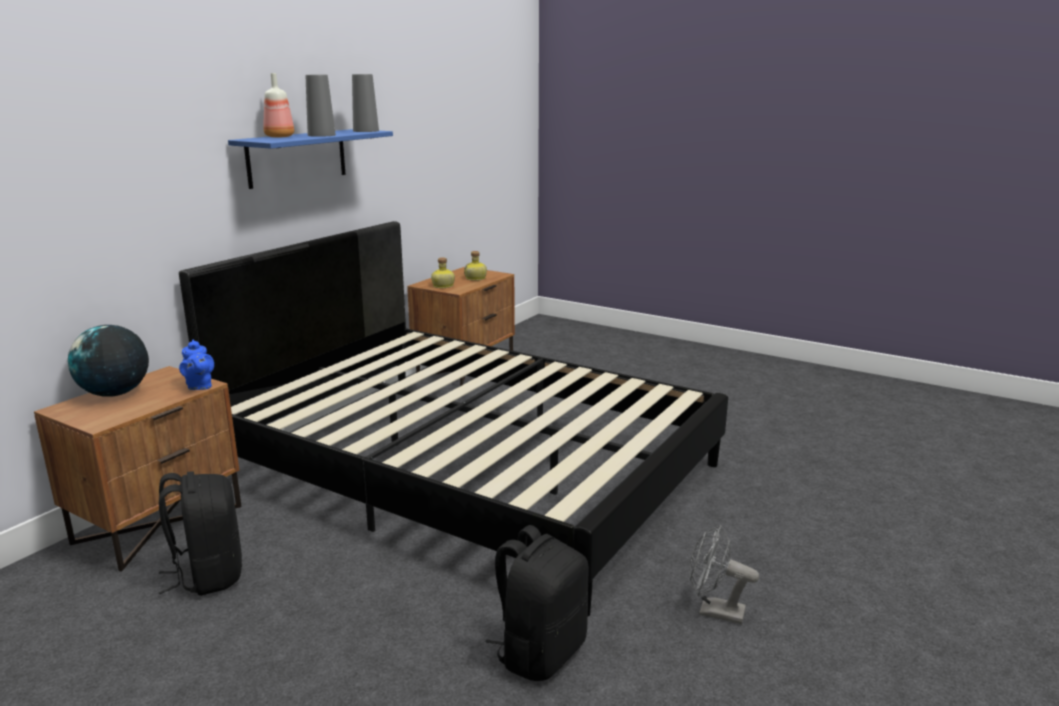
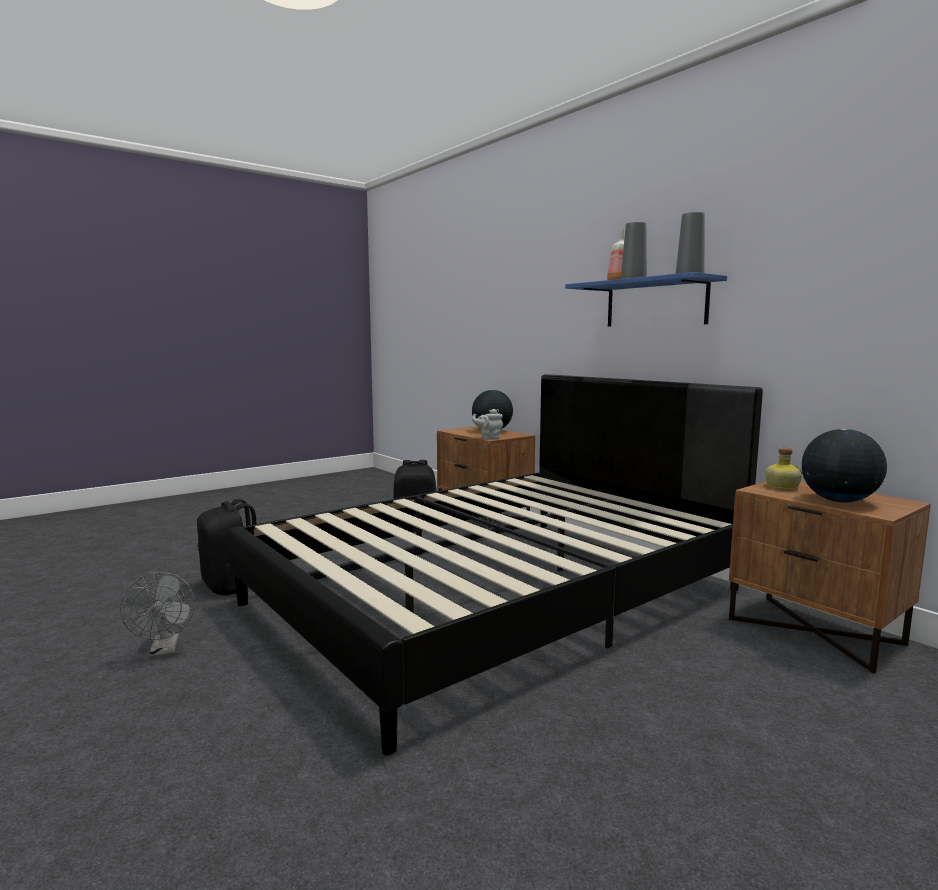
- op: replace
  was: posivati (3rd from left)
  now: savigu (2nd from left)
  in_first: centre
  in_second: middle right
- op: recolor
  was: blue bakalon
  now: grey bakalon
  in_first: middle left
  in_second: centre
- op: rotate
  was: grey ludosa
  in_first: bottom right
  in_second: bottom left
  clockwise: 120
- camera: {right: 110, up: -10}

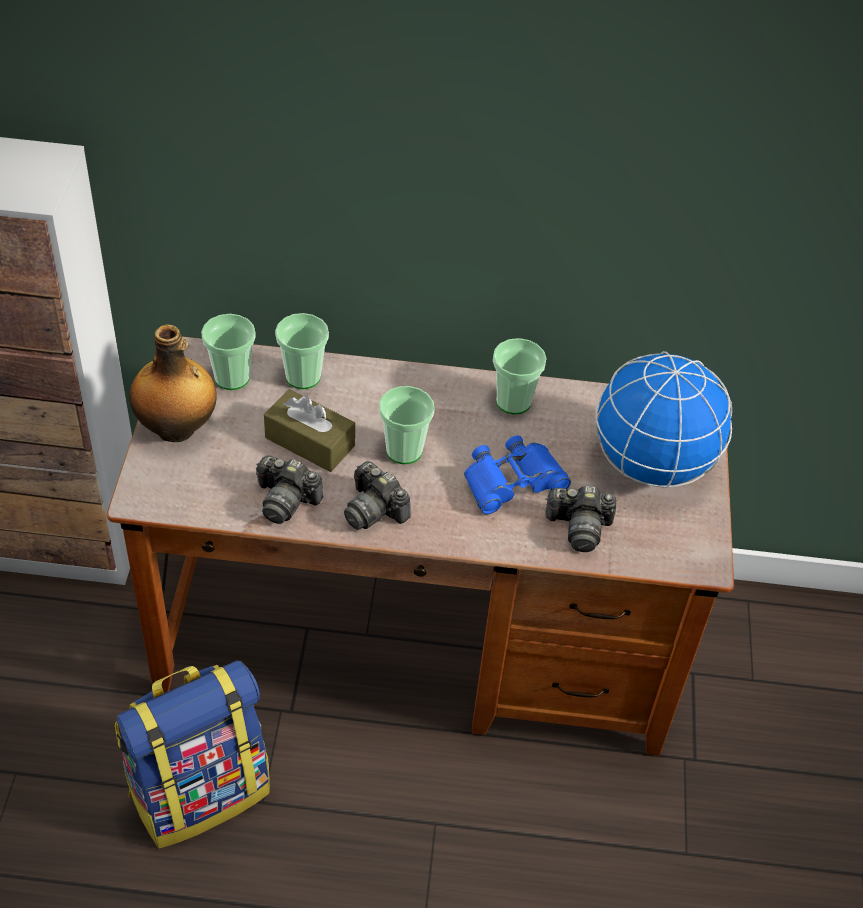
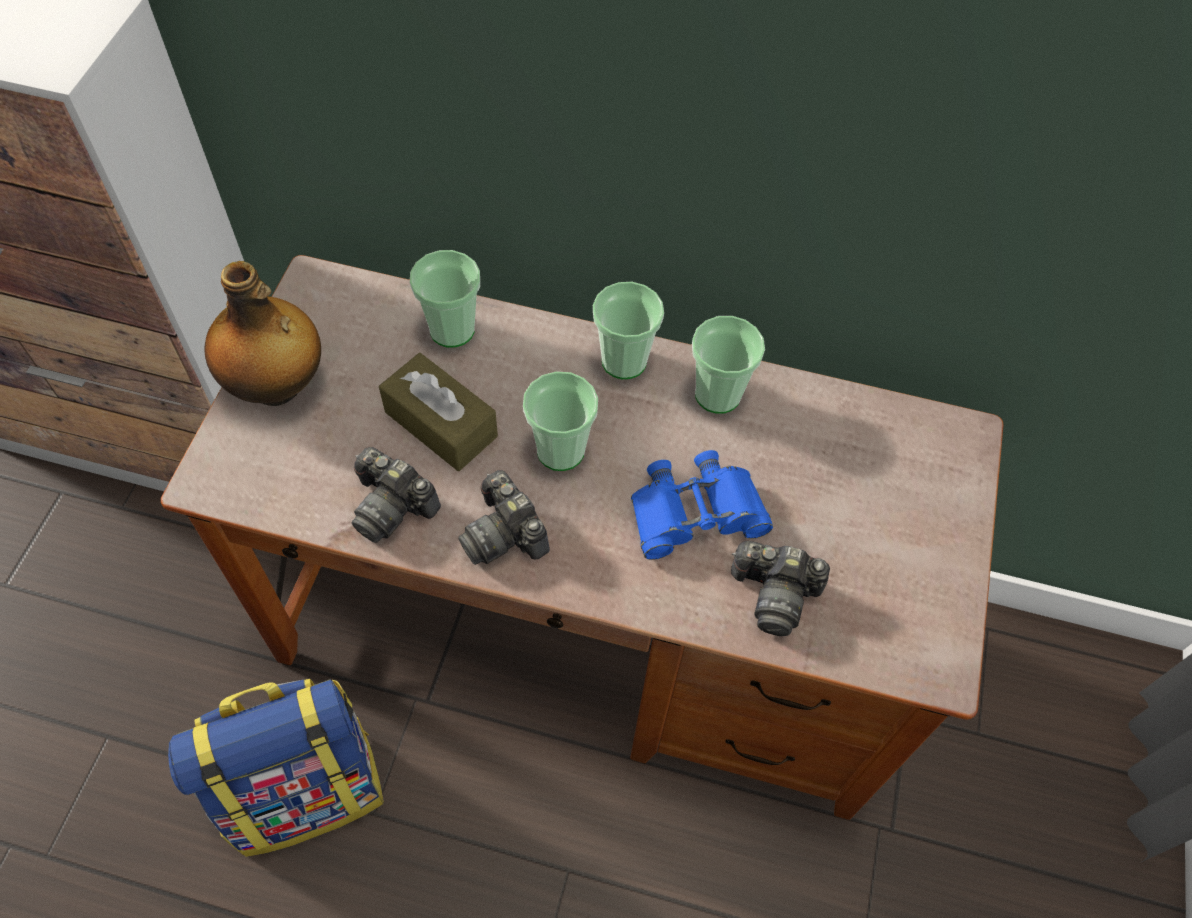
- op: move
  was: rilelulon (1st from left in the first image)
  now: rilelulon (3rd from left)
  in_first: middle left
  in_second: centre
- op: delete
  was: savigu
  in_first: middle right
- camera: {right: 10, up: 10}

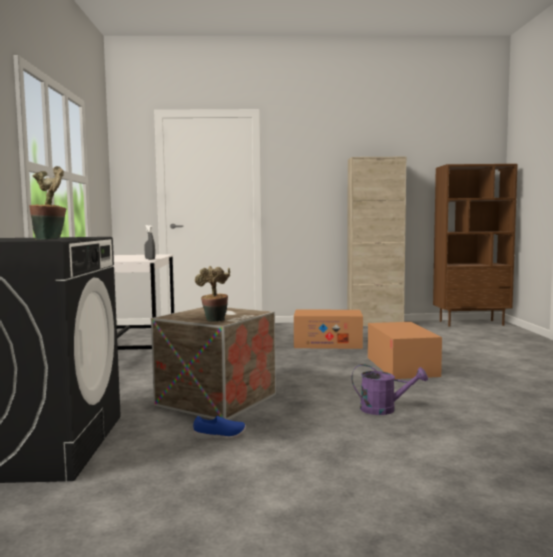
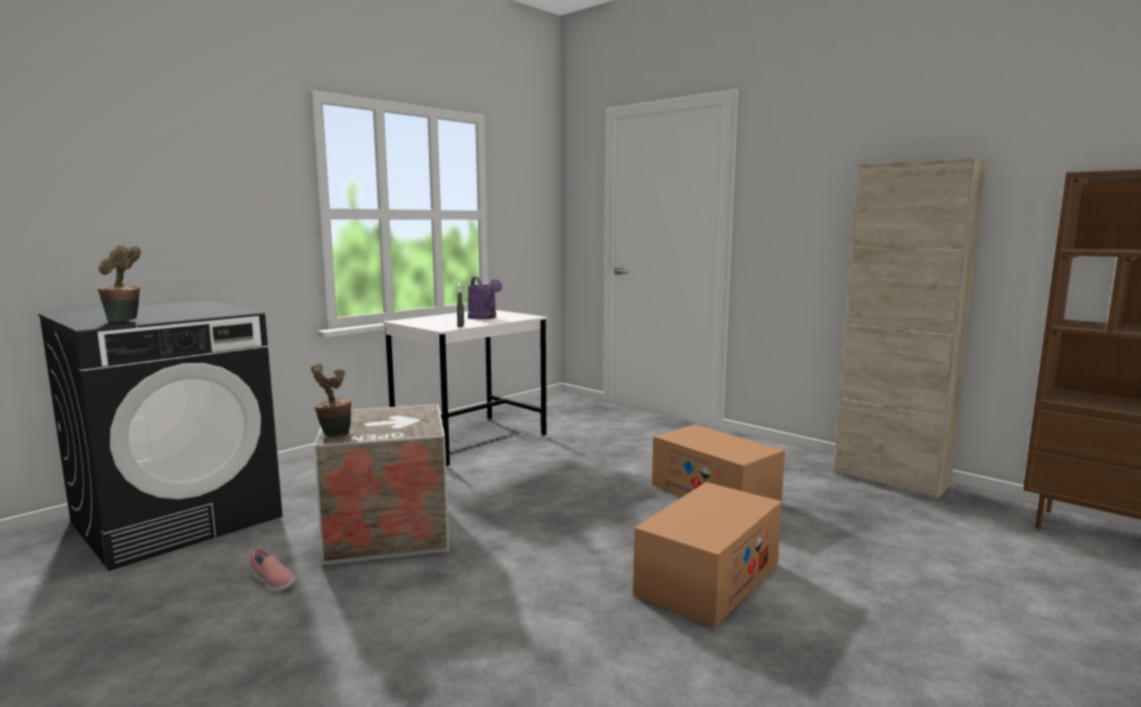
- op: move
  was: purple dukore
  in_first: bottom right
  in_second: centre
- op: recolor
  was: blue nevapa
  now: pink nevapa
  in_first: bottom centre
  in_second: bottom left
- camera: {right: 45, up: 5}

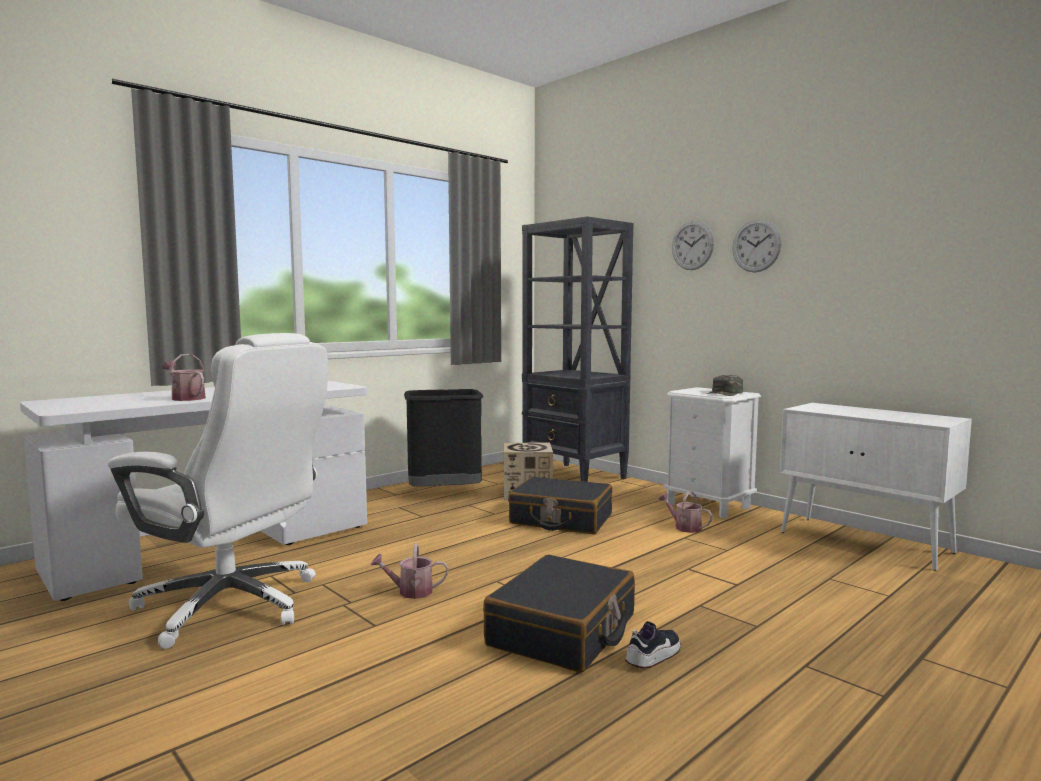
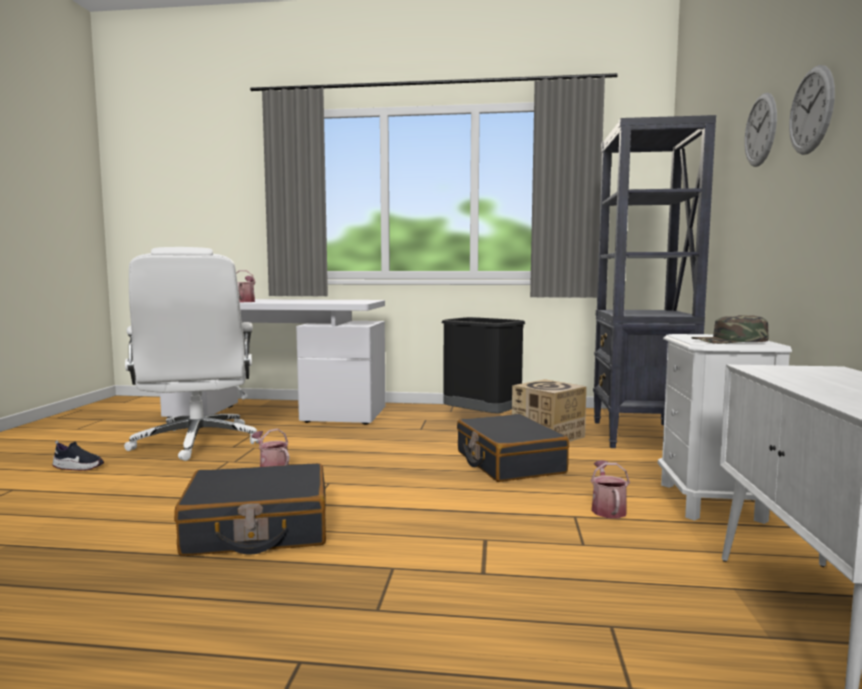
- op: move
  was: nevapa
  in_first: bottom centre
  in_second: middle left
- camera: {right: 50, up: 0}

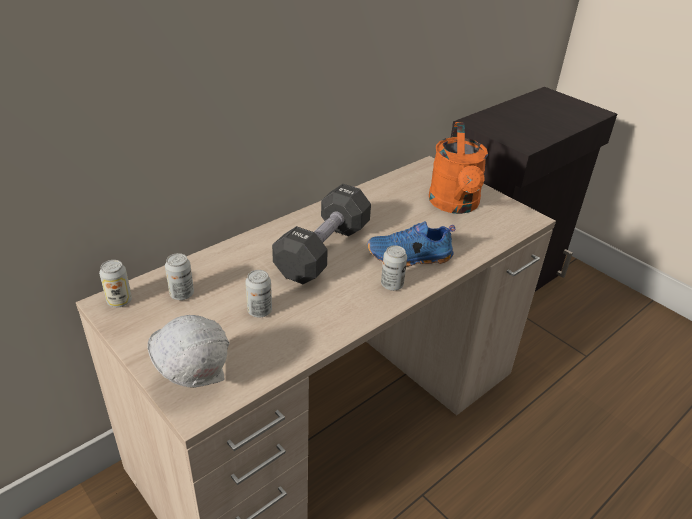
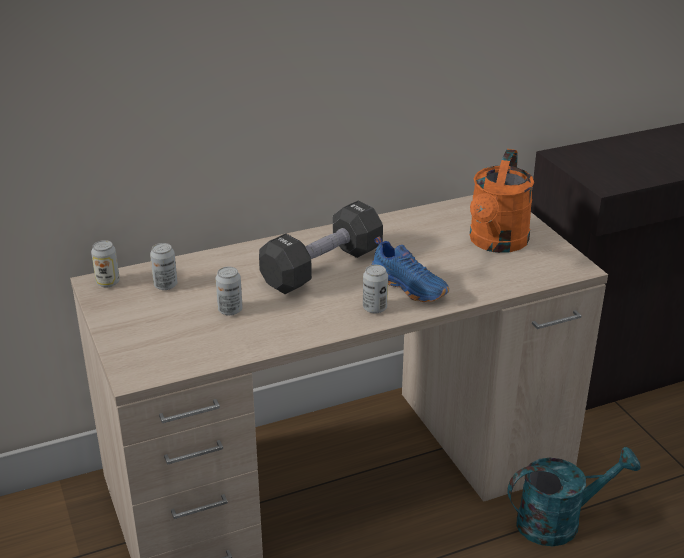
- op: rotate
  was: blue nevapa
  in_first: centre
  in_second: centre
  clockwise: -150
- op: delete
  was: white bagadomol
  in_first: bottom left
- op: insert
  now: turquoise dukore
  in_second: bottom right
- camera: {right: 20, up: -5}

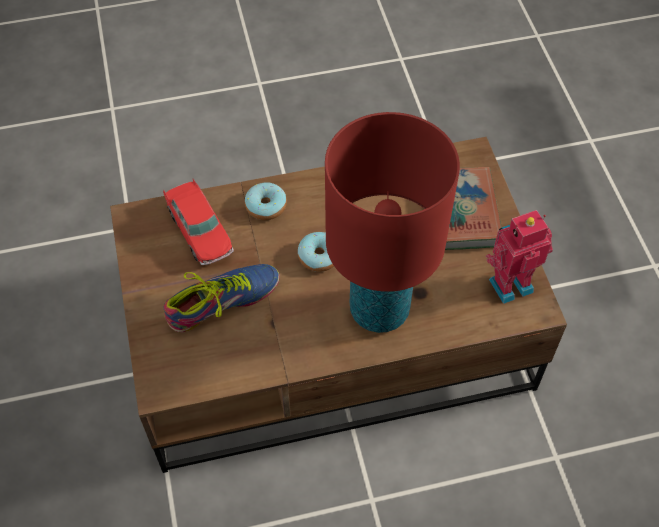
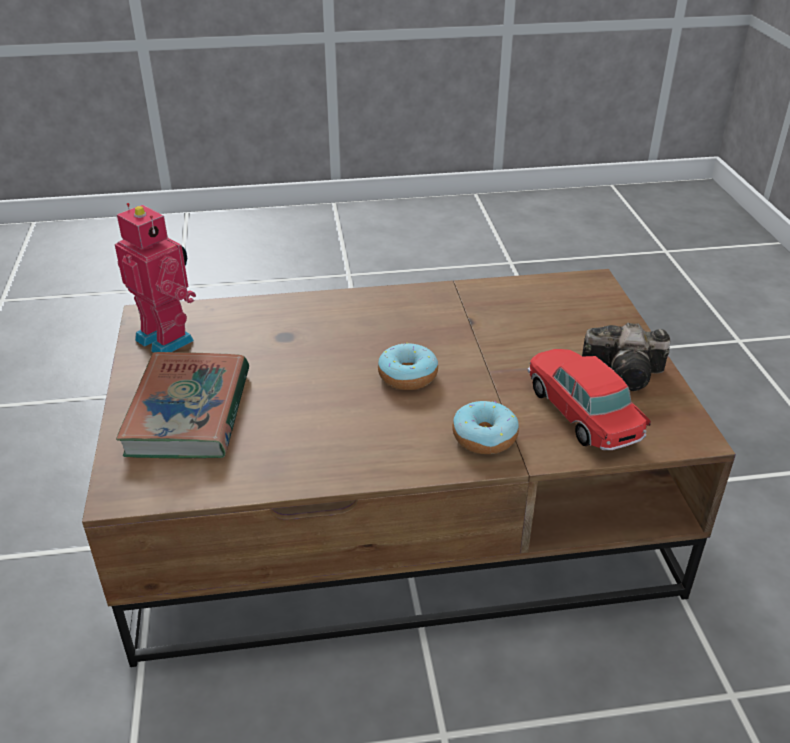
- op: delete
  was: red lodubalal
  in_first: centre
- op: rotate
  was: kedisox
  in_first: middle right
  in_second: middle left
  clockwise: -120
- op: delete
  was: nevapa
  in_first: centre
- op: insert
  now: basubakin
  in_second: middle right
- camera: {right: -175, up: -20}

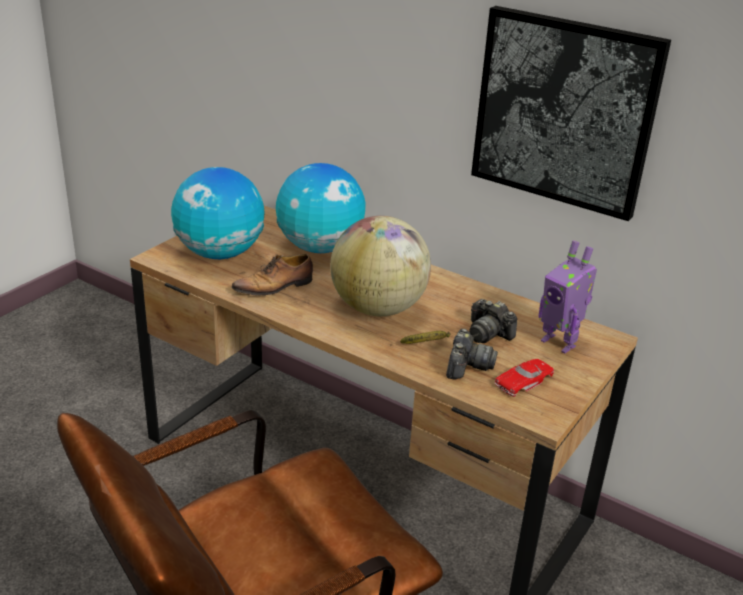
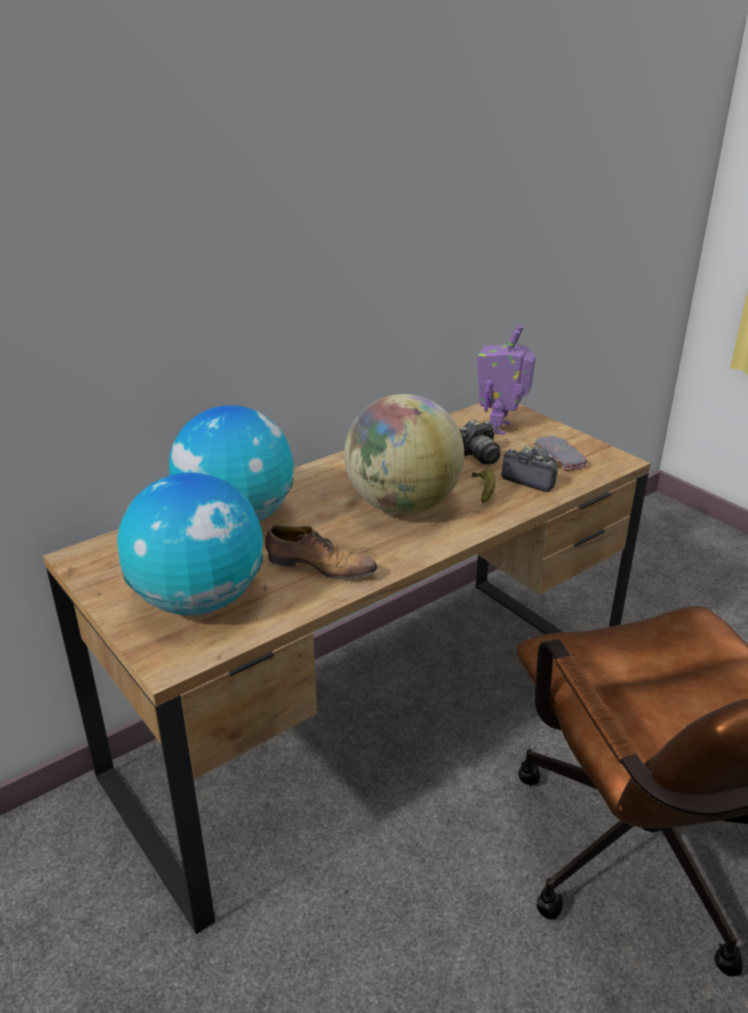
- op: delete
  was: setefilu
  in_first: top right
- op: rotate
  was: kedisox
  in_first: middle right
  in_second: middle right
  clockwise: 135
- op: rotate
  was: nevapa
  in_first: centre
  in_second: centre
  clockwise: -60
- op: recolor
  was: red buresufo
  now: grey buresufo
  in_first: middle right
  in_second: middle right
- camera: {right: -70, up: 0}

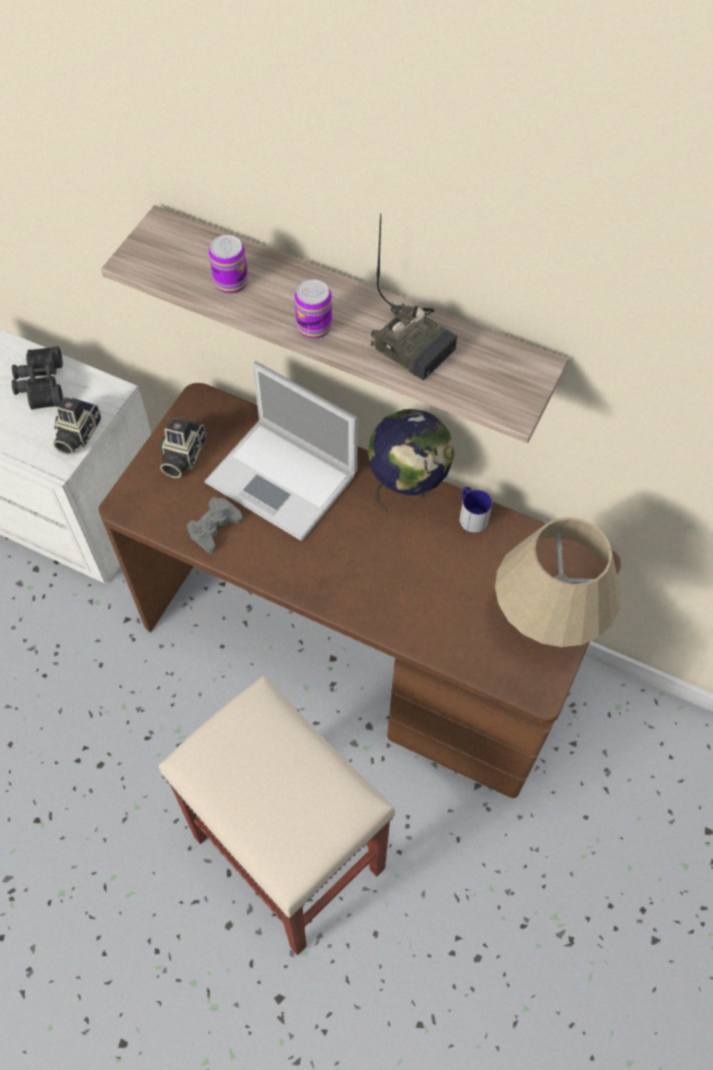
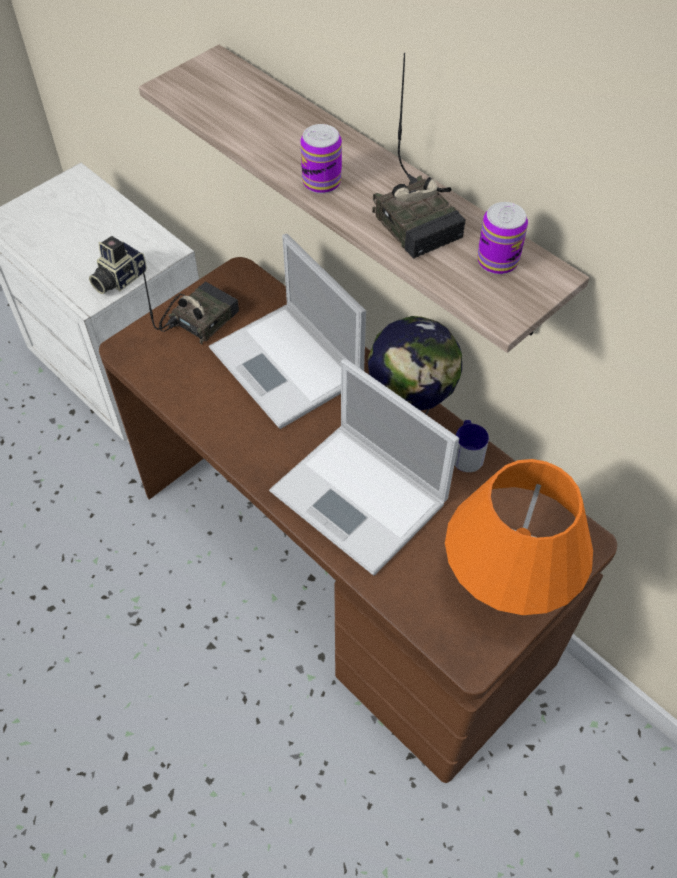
- op: move
  was: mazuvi (1st from left in the first image)
  now: mazuvi (2nd from left)
  in_first: top left
  in_second: top right
- op: delete
  was: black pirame
  in_first: middle left
- op: replace
  was: basubakin (2nd from left)
  now: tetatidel (1st from left)
  in_first: middle left
  in_second: middle left
- op: delete
  was: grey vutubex
  in_first: middle left
- op: recolor
  was: beige lodubalal
  now: orange lodubalal
  in_first: middle right
  in_second: middle right
- op: delete
  was: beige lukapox
  in_first: bottom centre
- op: insert
  now: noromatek (2nd from left)
  in_second: centre
- camera: {right: 20, up: -5}

